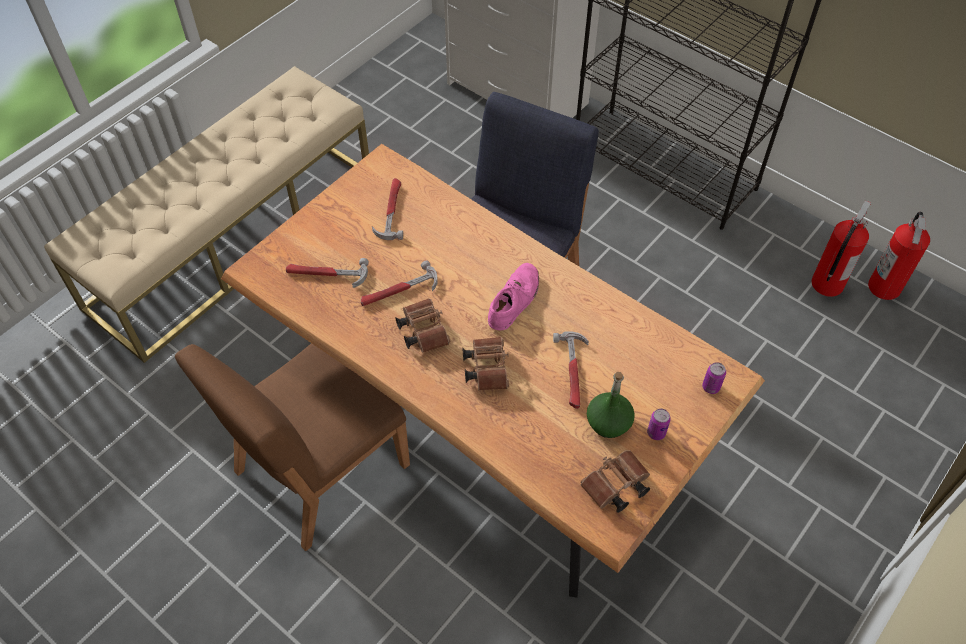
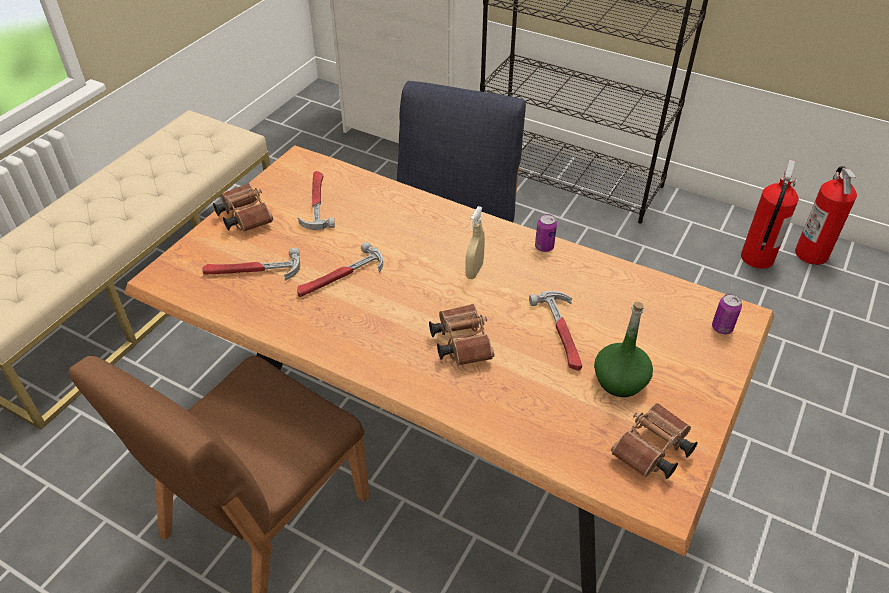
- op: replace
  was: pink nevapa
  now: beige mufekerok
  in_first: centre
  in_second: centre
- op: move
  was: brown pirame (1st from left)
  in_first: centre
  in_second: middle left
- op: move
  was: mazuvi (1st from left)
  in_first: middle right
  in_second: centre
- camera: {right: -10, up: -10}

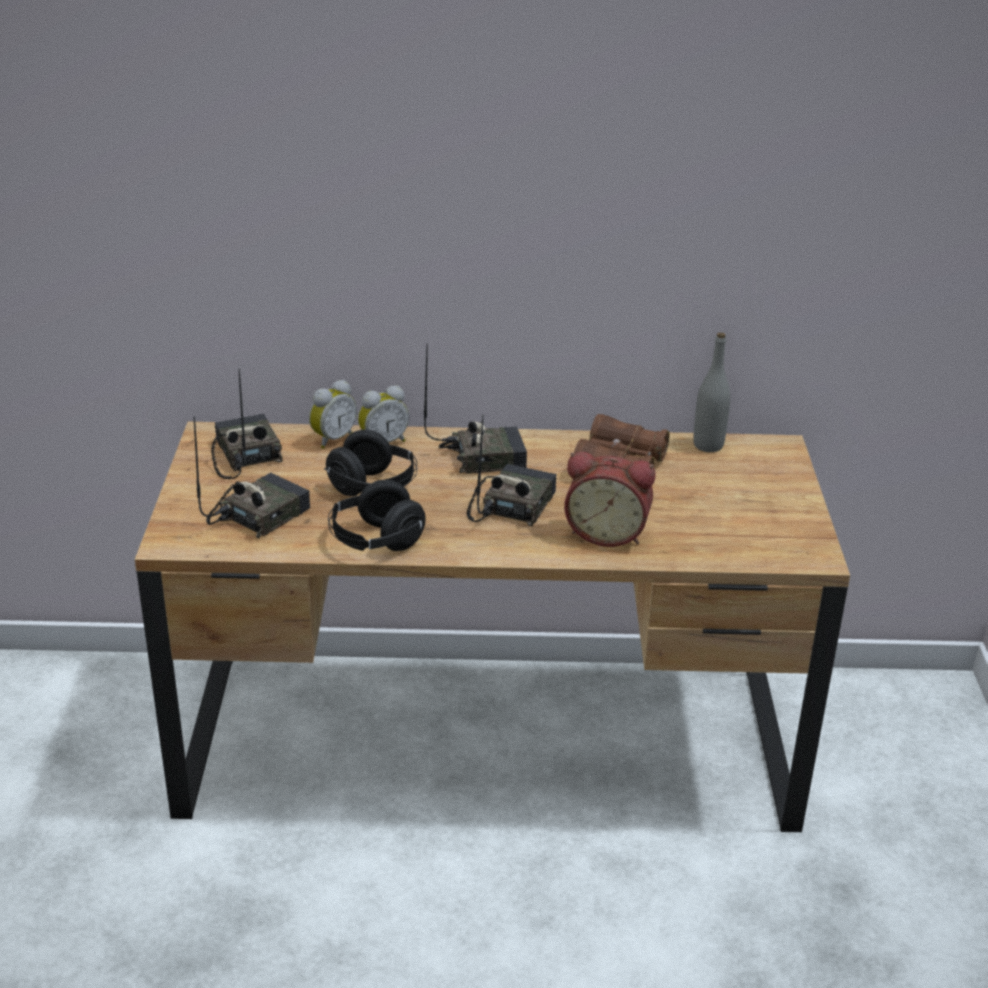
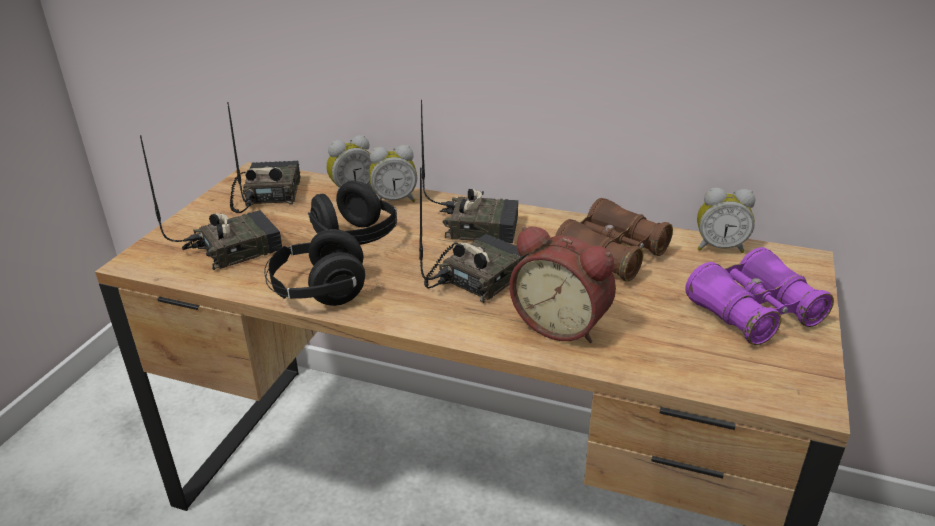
- op: replace
  was: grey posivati
  now: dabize (4th from left)
  in_first: middle right
  in_second: middle right
- op: insert
  now: purple pirame
  in_second: middle right
- camera: {right: 20, up: 0}

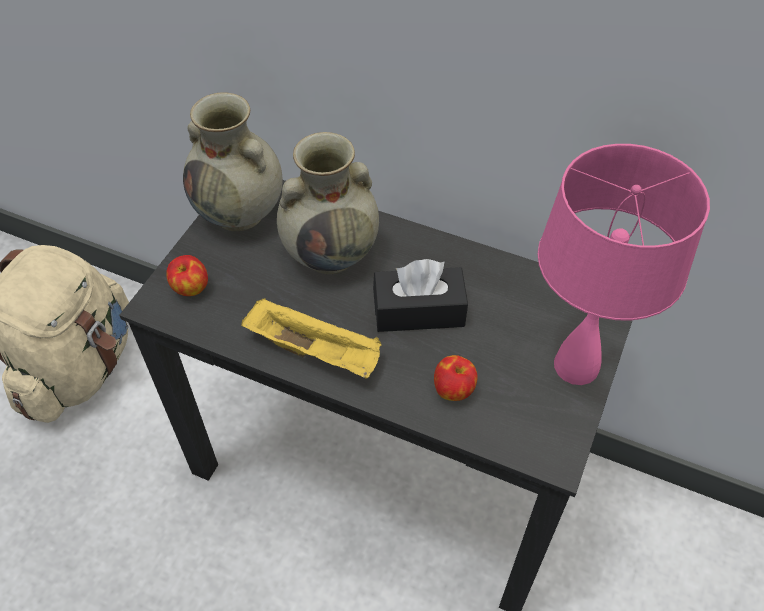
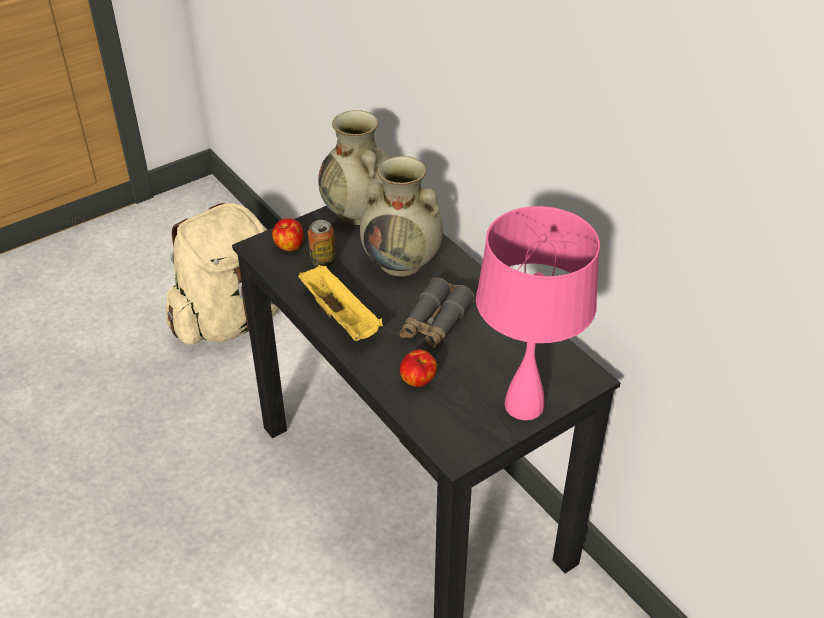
- op: replace
  was: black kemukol
  now: grey pirame
  in_first: centre
  in_second: centre
- op: insert
  now: mazuvi
  in_second: centre
- camera: {right: 30, up: -10}

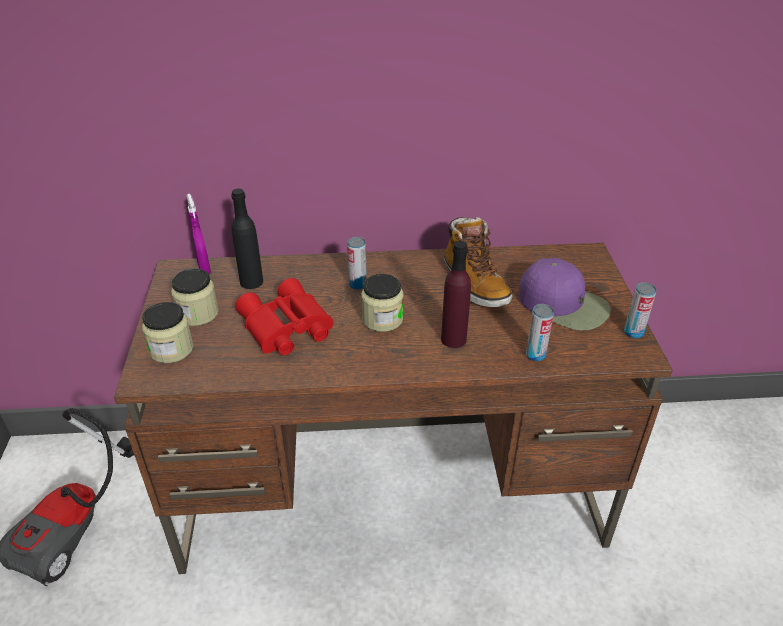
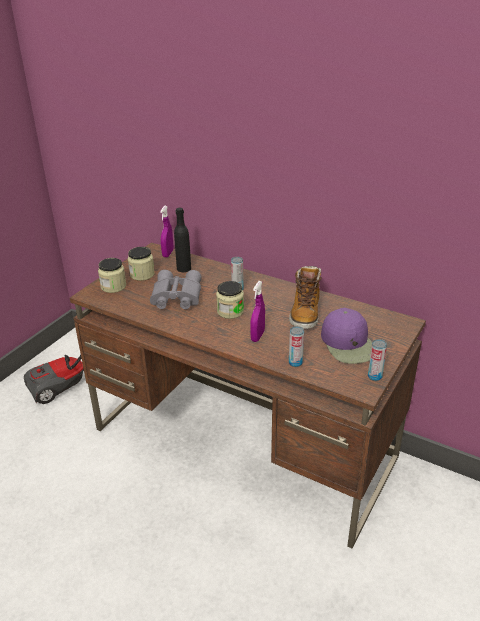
- op: replace
  was: purple posivati
  now: purple mufekerok (2nd from left)
  in_first: centre
  in_second: centre
- op: recolor
  was: red pirame
  now: grey pirame
  in_first: centre
  in_second: centre
- camera: {right: 35, up: -5}

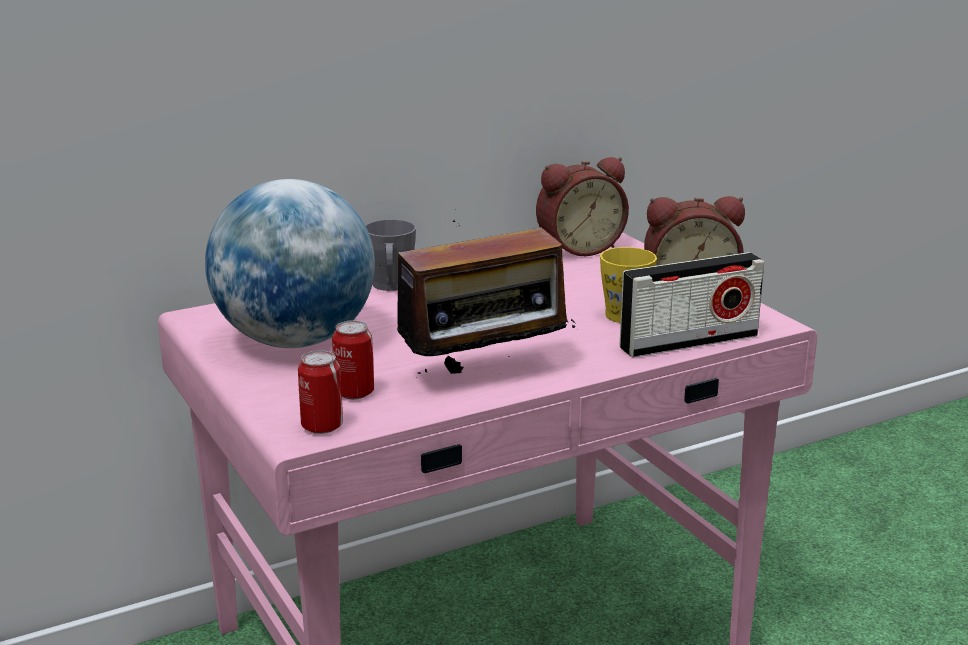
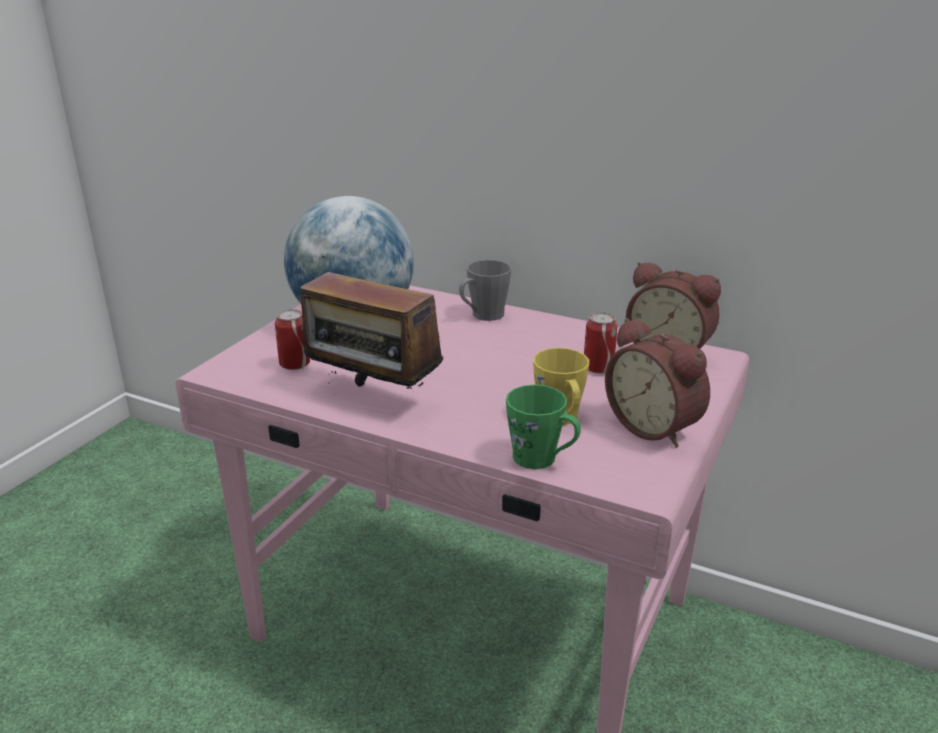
- op: replace
  was: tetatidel (2nd from left)
  now: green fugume
  in_first: middle right
  in_second: centre
- op: move
  was: mazuvi (1st from left in the first image)
  now: mazuvi (2nd from left)
  in_first: middle left
  in_second: centre
- camera: {right: 55, up: 5}

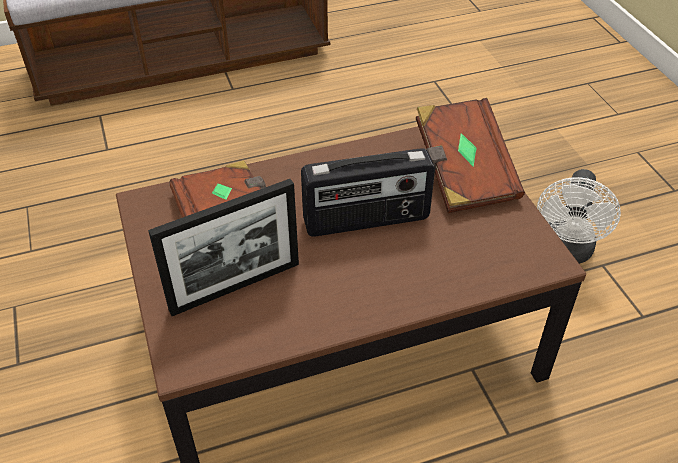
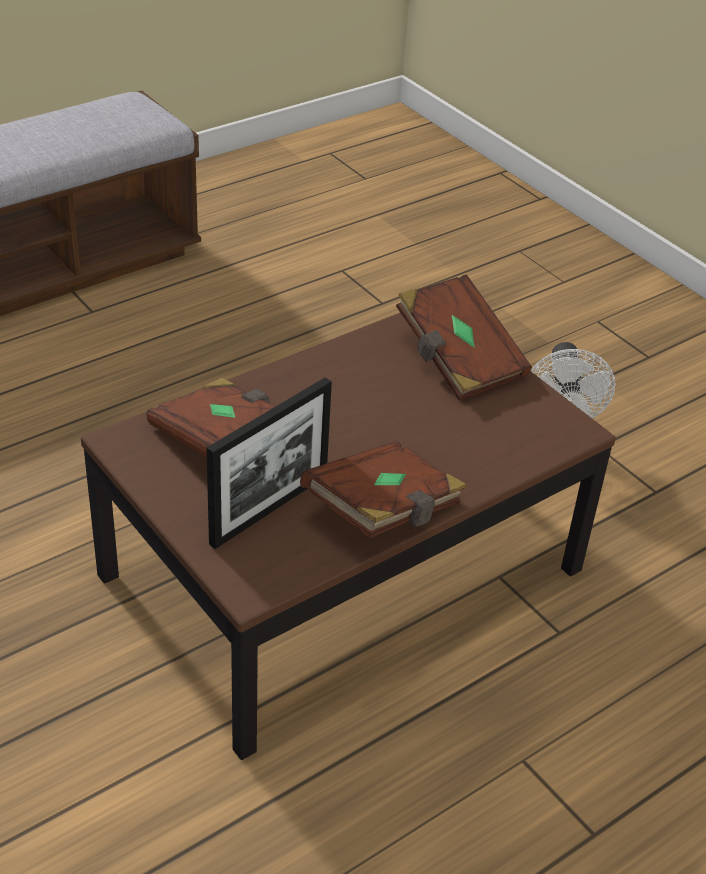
- op: delete
  was: tetatidel
  in_first: centre
- op: insert
  now: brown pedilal (2nd from left)
  in_second: centre
- camera: {right: -20, up: -5}

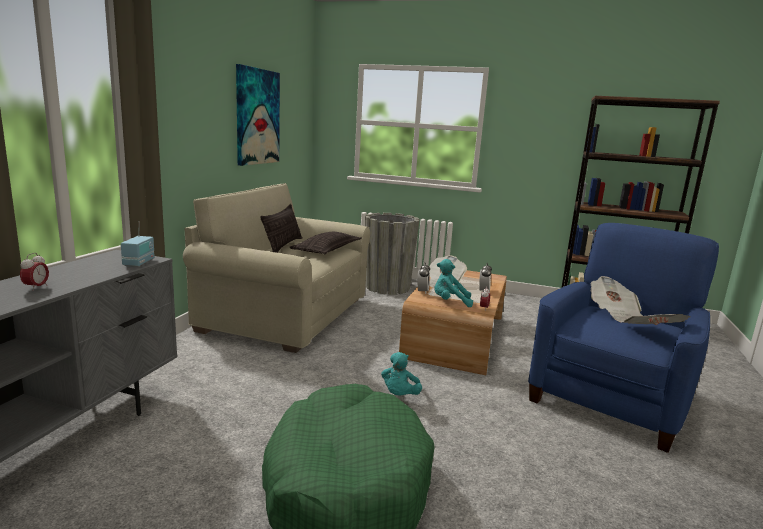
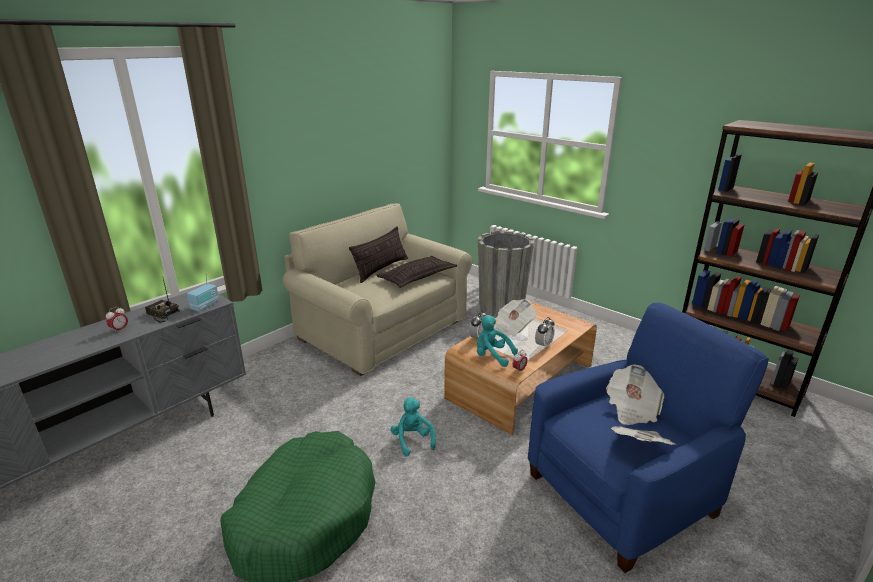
- op: delete
  was: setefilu
  in_first: top centre
- op: rotate
  was: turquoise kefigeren (1st from left)
  in_first: bottom centre
  in_second: bottom centre
  clockwise: 120
- op: insert
  now: tetatidel (1st from left)
  in_second: middle left
- camera: {right: 25, up: 10}

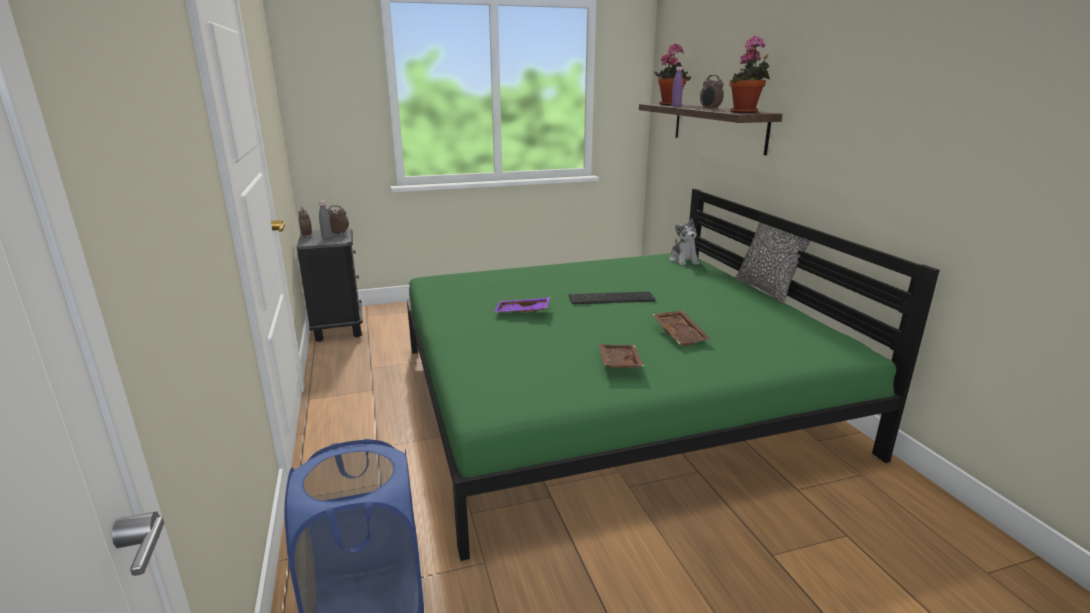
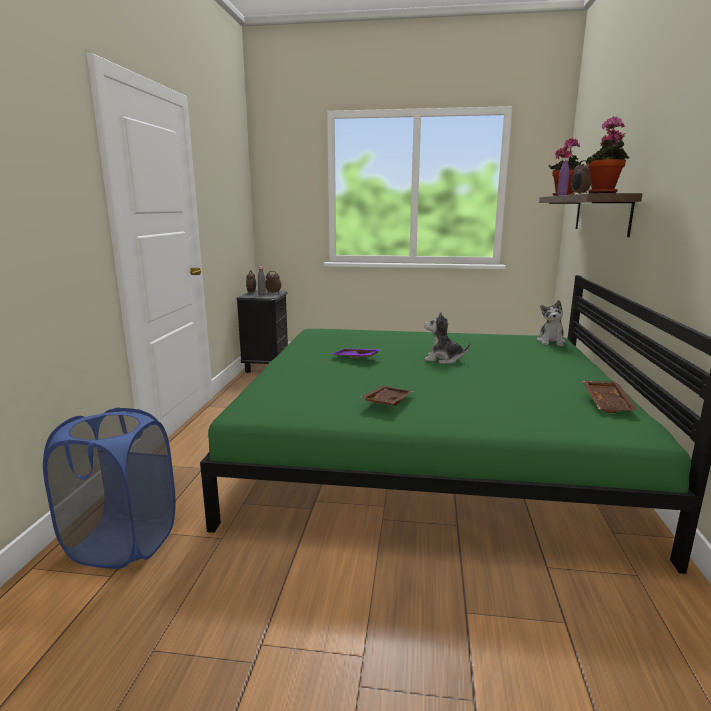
- op: delete
  was: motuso
  in_first: middle right
- op: replace
  was: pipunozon
  now: kefigeren (1st from left)
  in_first: centre
  in_second: centre
- op: move
  was: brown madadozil (2nd from left)
  in_first: centre
  in_second: middle right
- camera: {right: 25, up: -5}

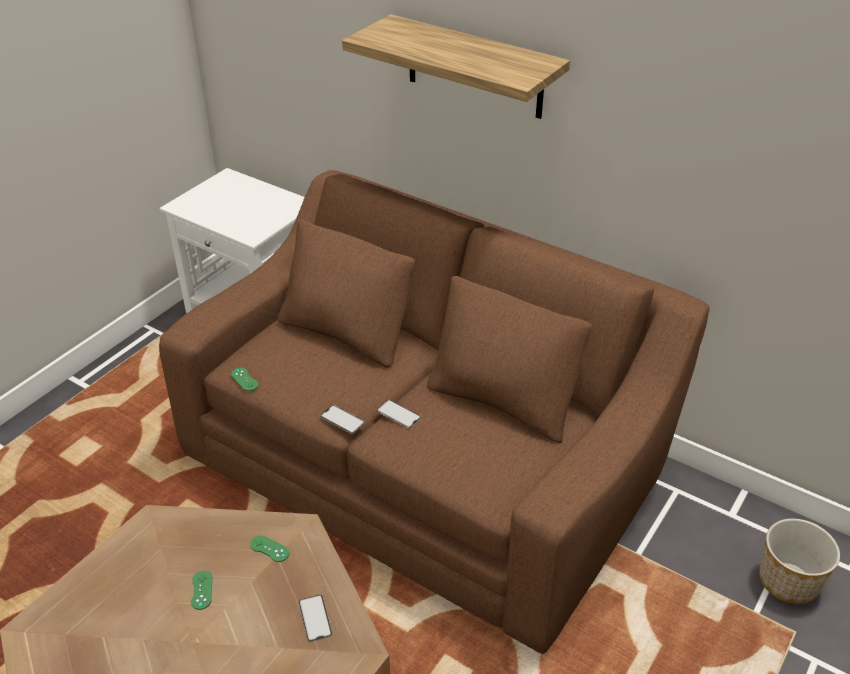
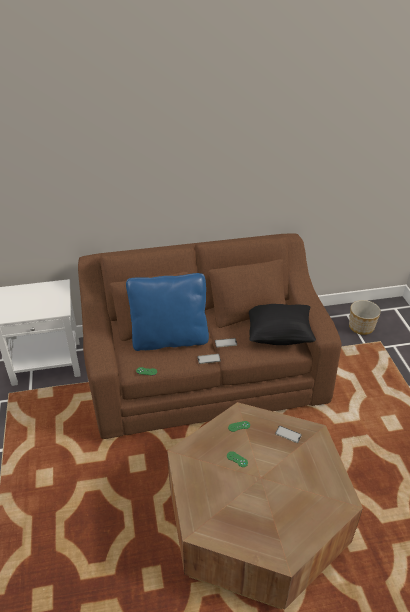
- op: delete
  was: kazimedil
  in_first: top centre
- op: insert
  now: blue motuso
  in_second: centre
- op: insert
  now: black motuso
  in_second: middle right
- camera: {right: -45, up: 0}

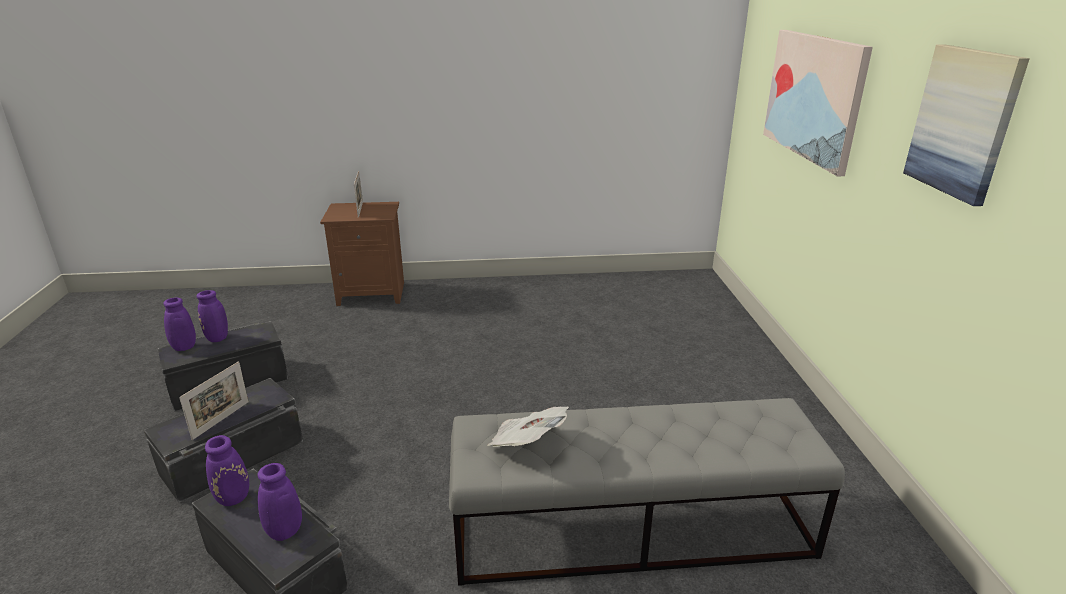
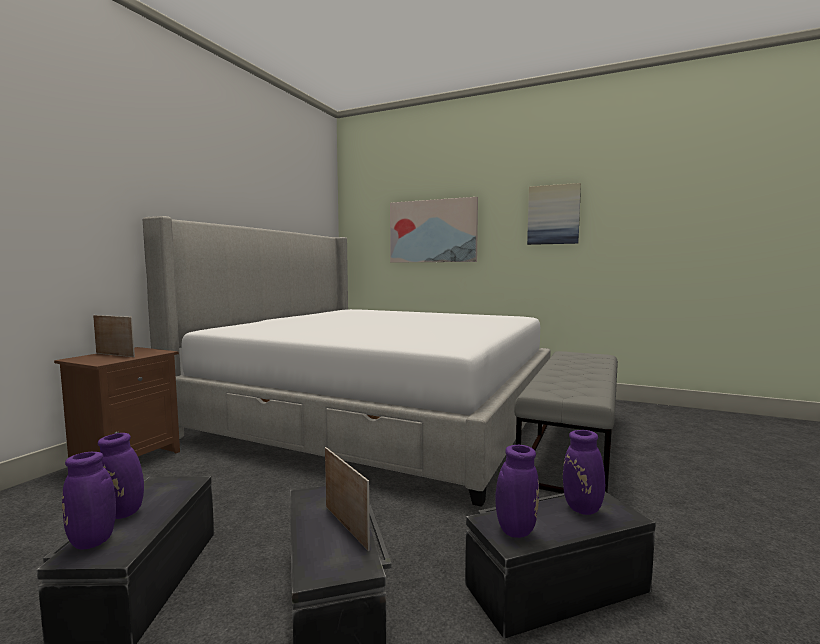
- op: delete
  was: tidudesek
  in_first: bottom centre
- op: insert
  now: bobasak
  in_second: centre
- camera: {right: -60, up: -20}

